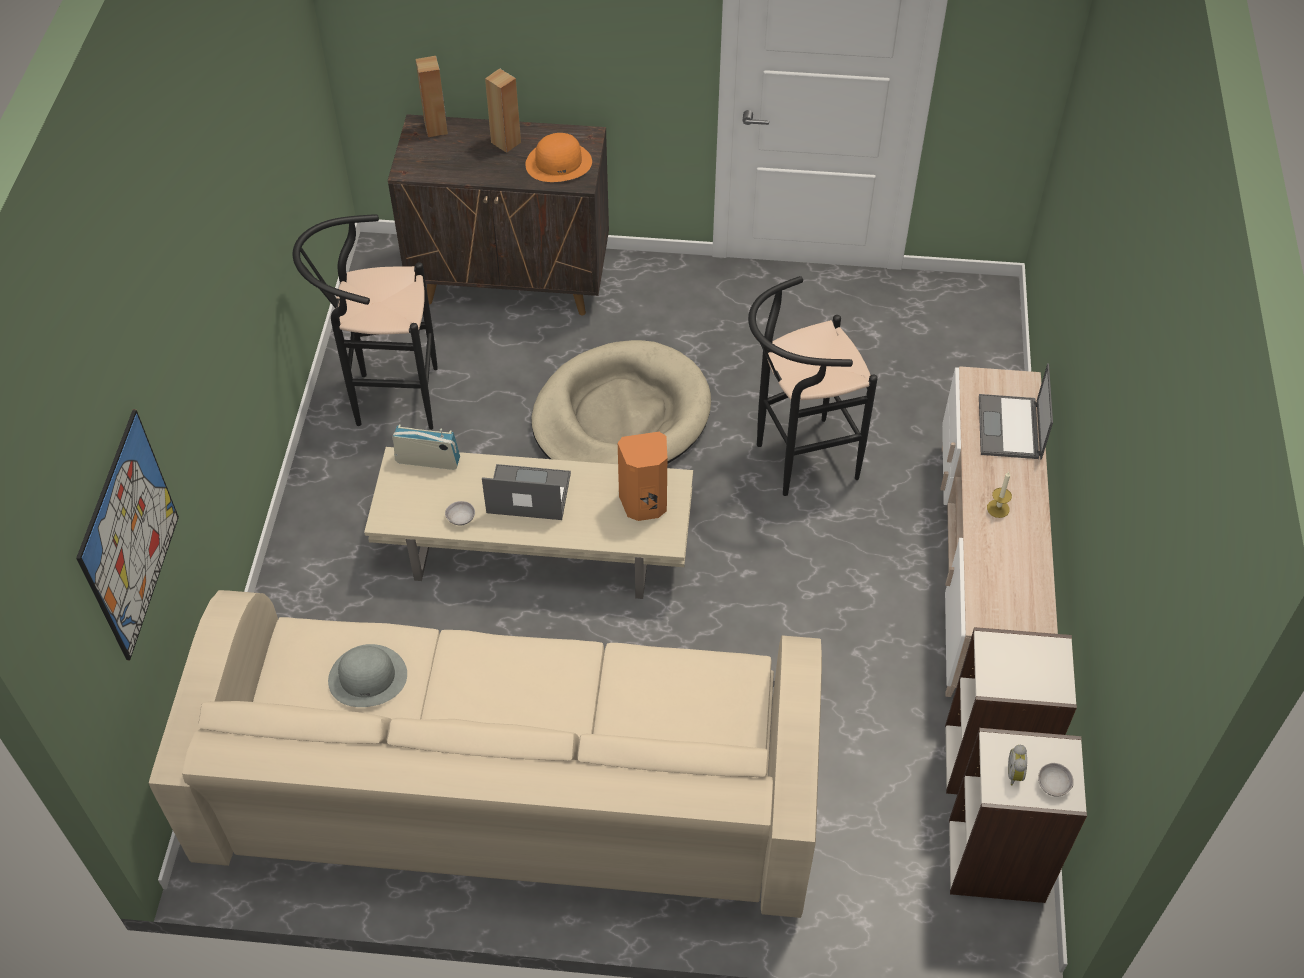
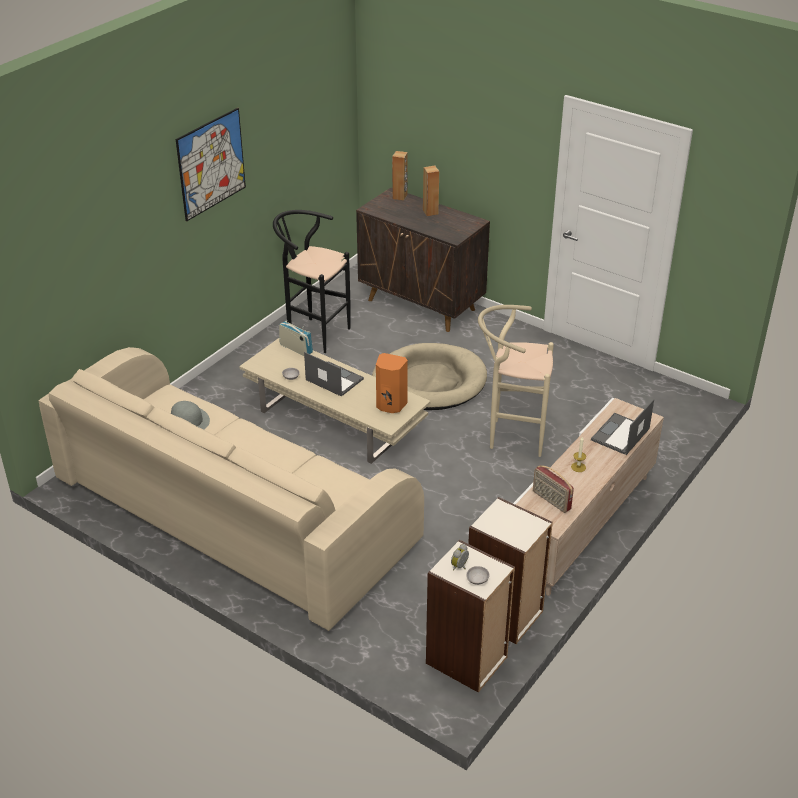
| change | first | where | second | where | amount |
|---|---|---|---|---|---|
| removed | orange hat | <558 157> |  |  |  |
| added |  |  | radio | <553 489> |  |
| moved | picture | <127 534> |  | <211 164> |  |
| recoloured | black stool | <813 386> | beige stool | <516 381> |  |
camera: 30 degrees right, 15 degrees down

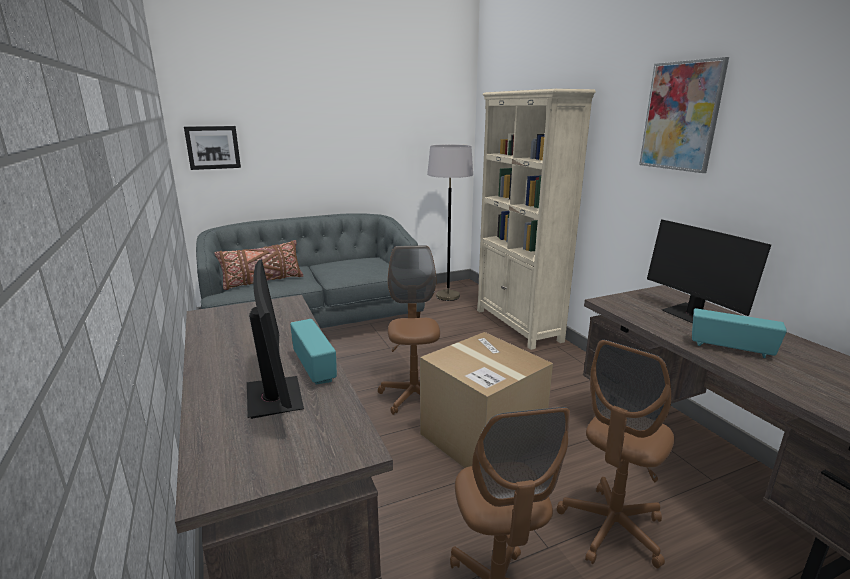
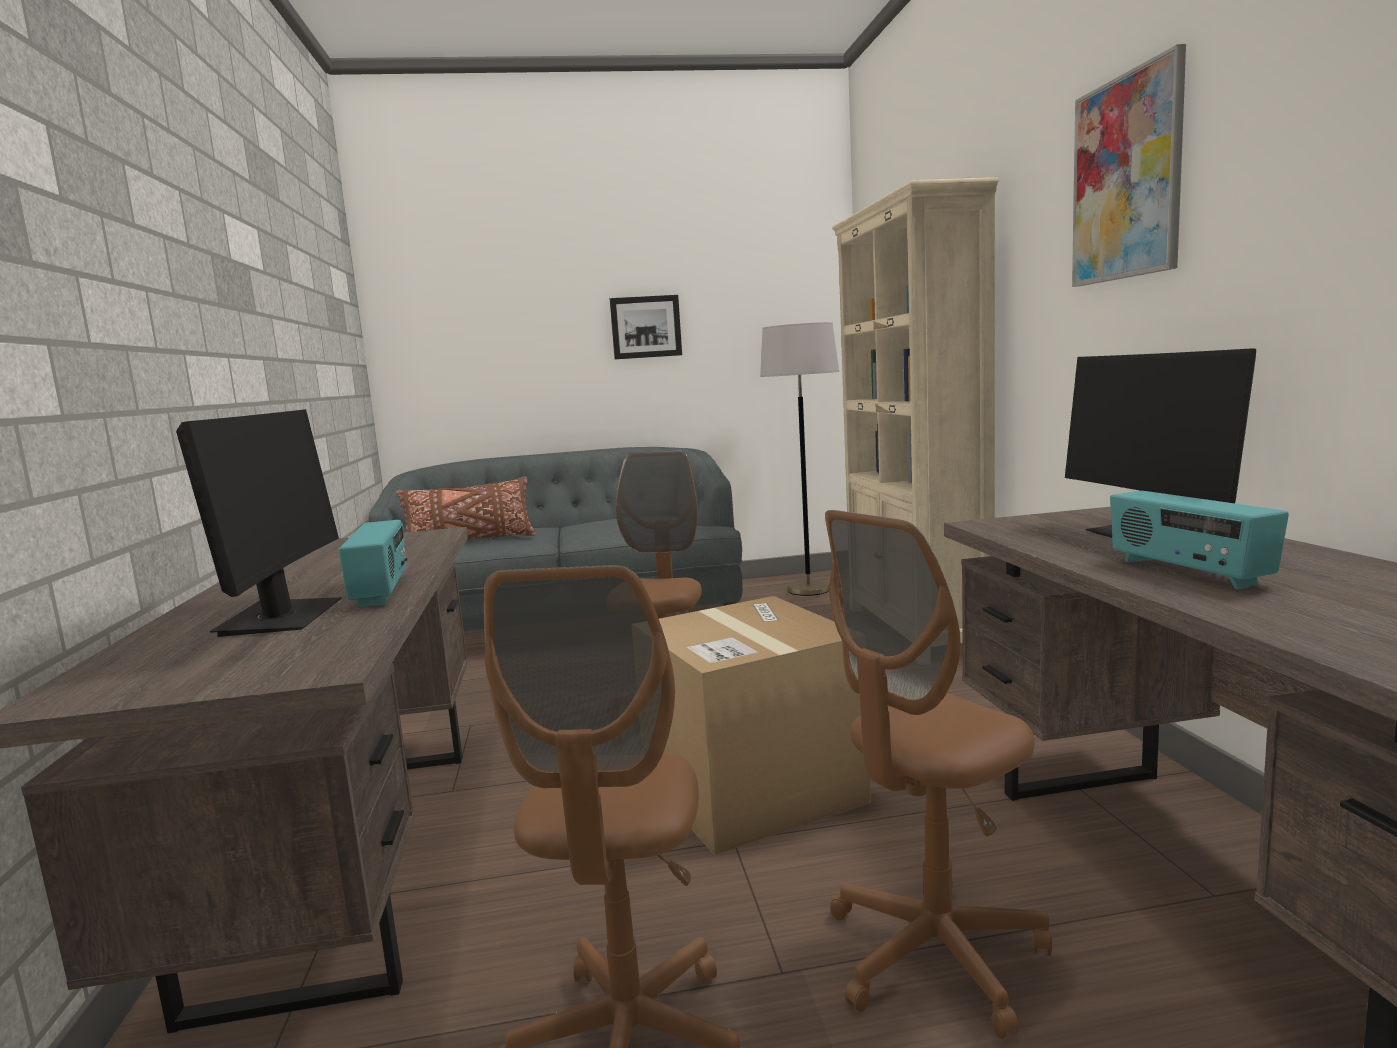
| change | first | where | second | where | amount |
|---|---|---|---|---|---|
| moved | picture | <212 148> |  | <646 327> |  |
| turned | radio | <739 333> |  | <1199 540> | 150 degrees counterclockwise |
camera: 15 degrees right, 10 degrees down

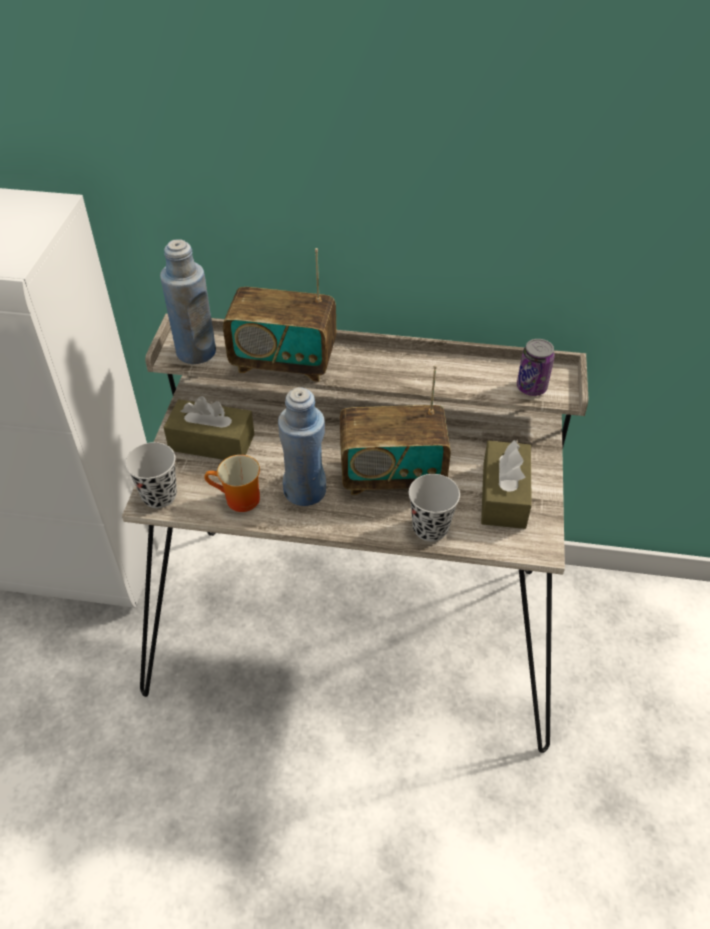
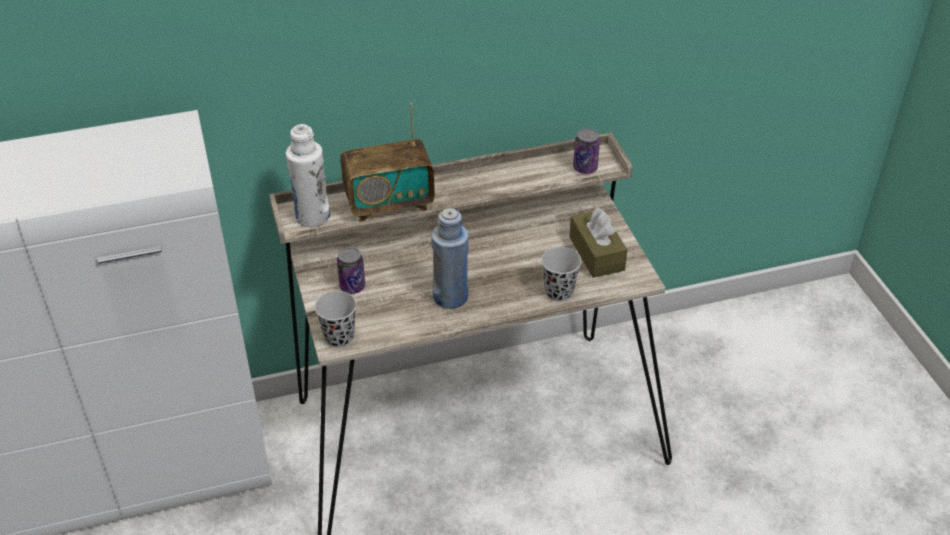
| change | first | where | second | where | amount |
|---|---|---|---|---|---|
| removed | mug | <232 483> |  |  |  |
| removed | radio | <395 430> |  |  |  |
| replaced | brown tissue box | <208 428> | can | <351 270> |  |
| recoloured | blue bottle | <188 301> | white bottle | <308 175> |  |
camera: 25 degrees left, 5 degrees down

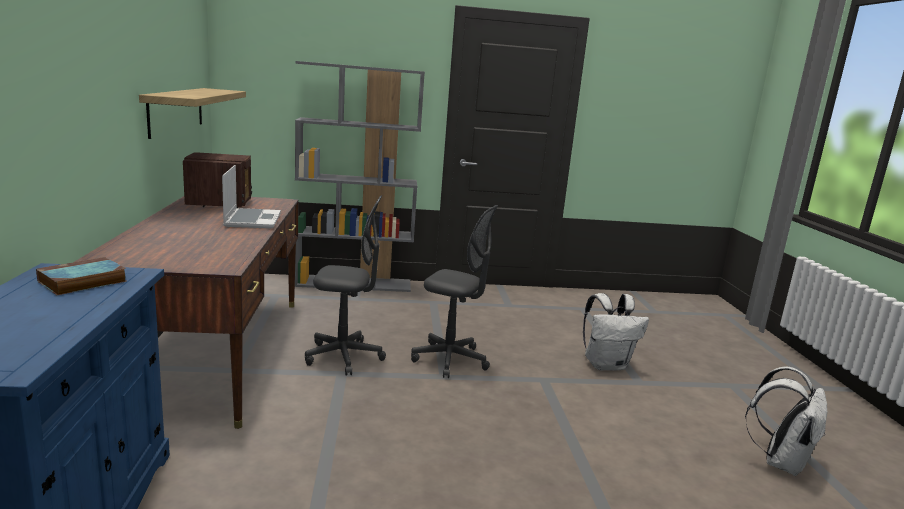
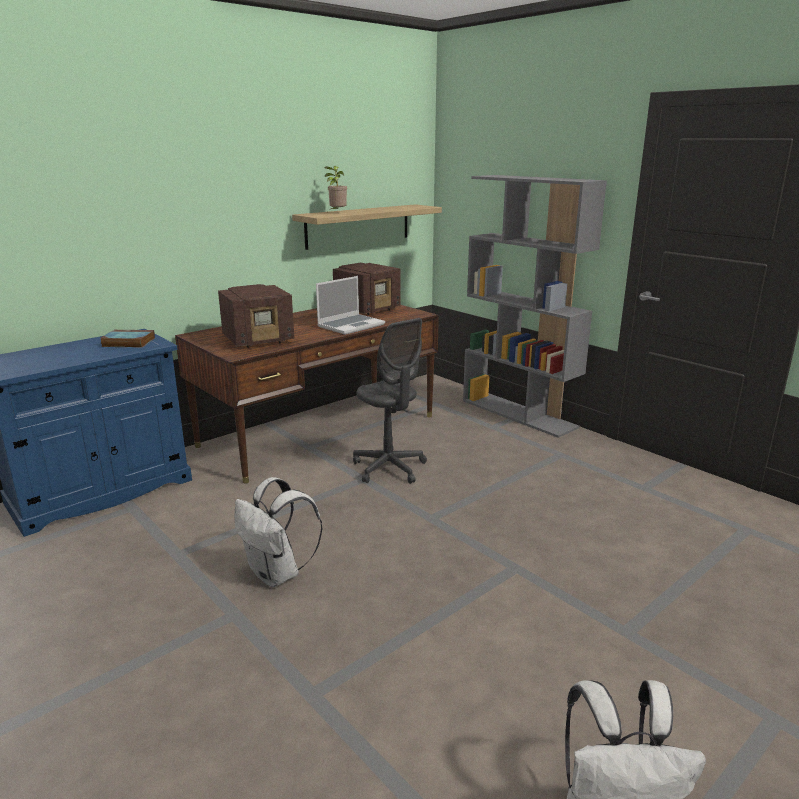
| change | first | where | second | where | amount |
|---|---|---|---|---|---|
| removed | grey office chair | <454 291> |  |  |  |
| added |  |  | radio | <256 316> |  |
| added |  |  | potted plant | <335 188> |  |
| moved | white backpack | <616 331> |  | <278 532> |  |
camera: 55 degrees right, 5 degrees up

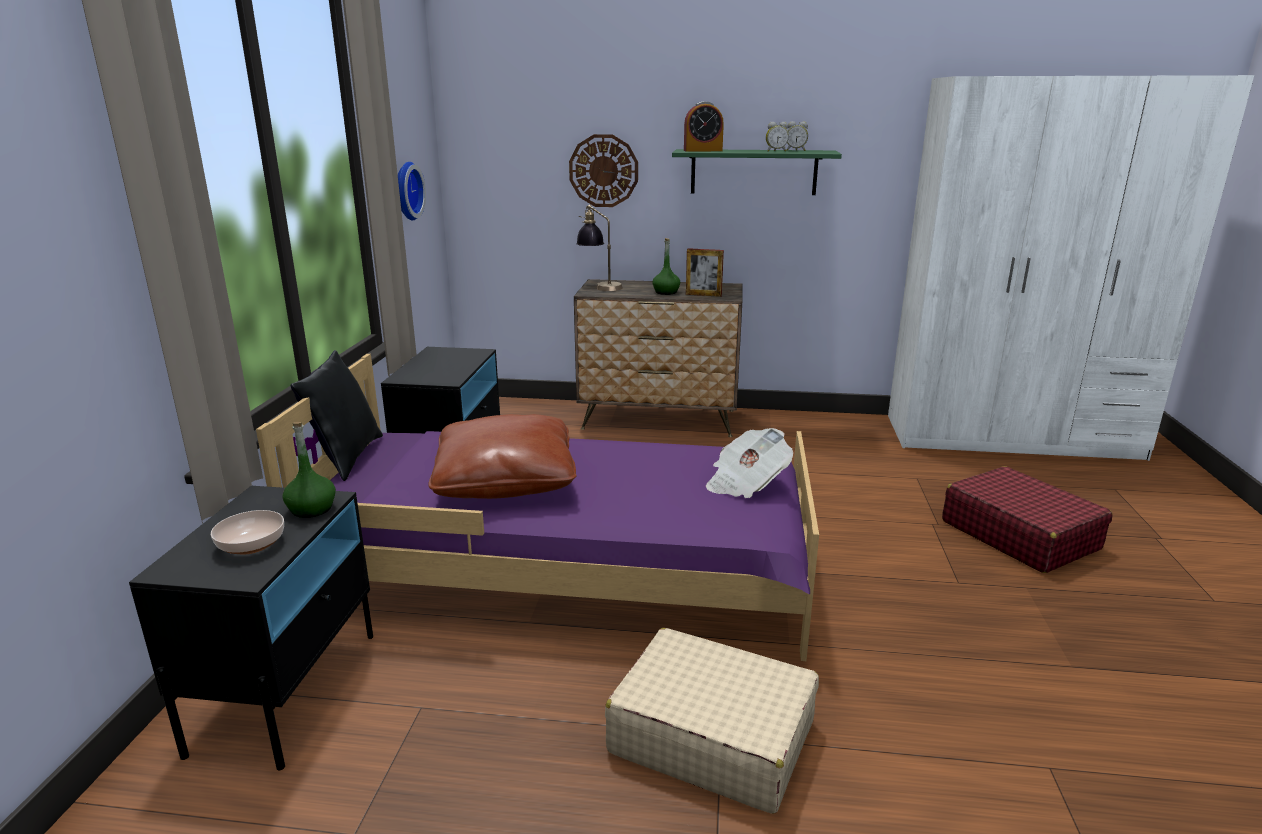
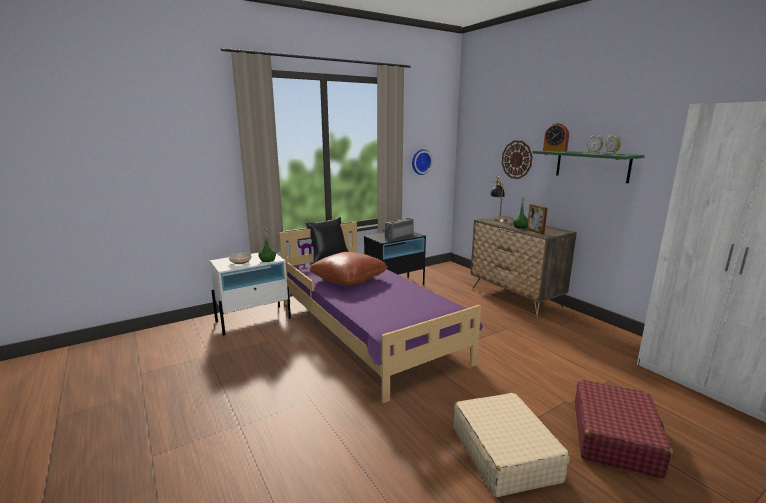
| change | first | where | second | where | amount |
|---|---|---|---|---|---|
| removed | newspaper | <749 463> |  |  |  |
| added |  |  | radio | <398 228> |  |
| moved | beige suitcase | <712 721> |  | <512 445> |  |
| recoloured | black nightstand | <251 628> | white nightstand | <250 294> |  |
camera: 50 degrees right, 5 degrees down

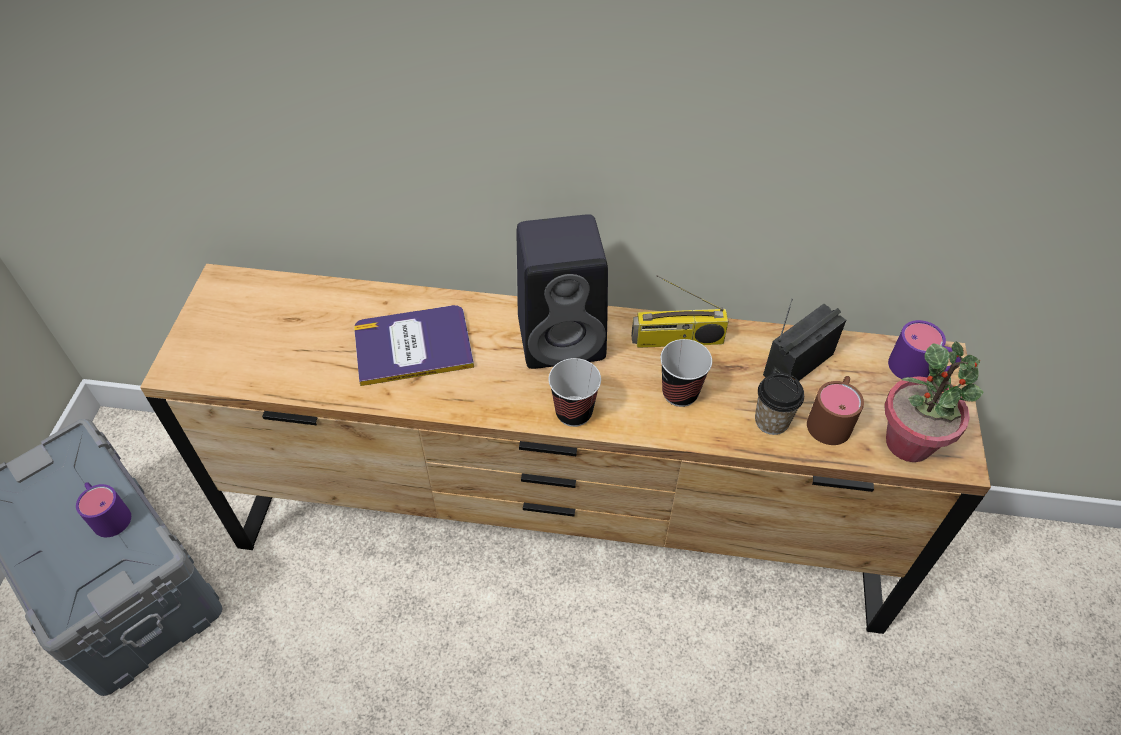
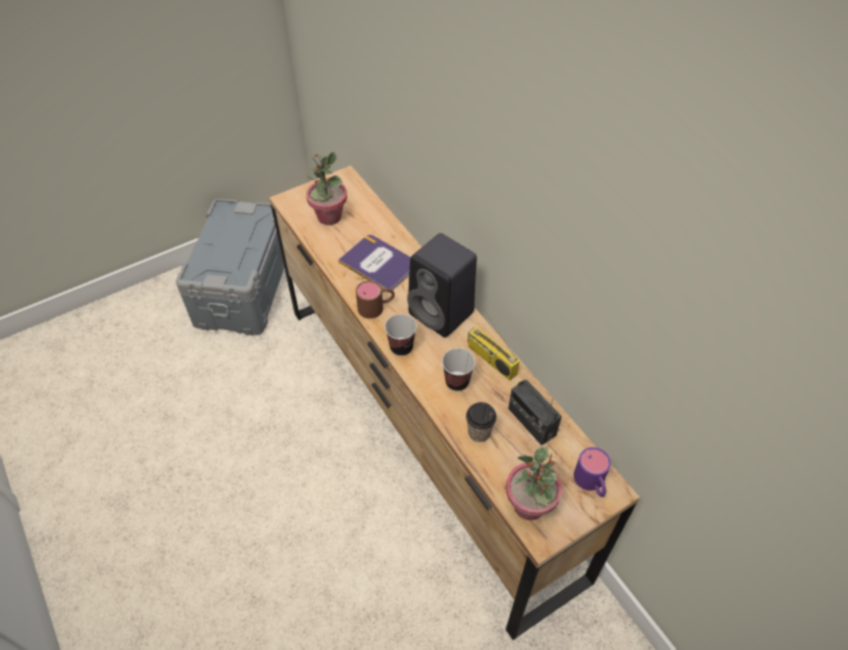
| change | first | where | second | where | amount |
|---|---|---|---|---|---|
| removed | purple mug | <103 509> |  |  |  |
| added |  |  | potted plant | <326 188> |  |
| moved | brown mug | <835 410> |  | <375 299> |  |
| turned | radio | <804 340> |  | <535 412> | 135 degrees counterclockwise |
camera: 50 degrees right, 0 degrees up

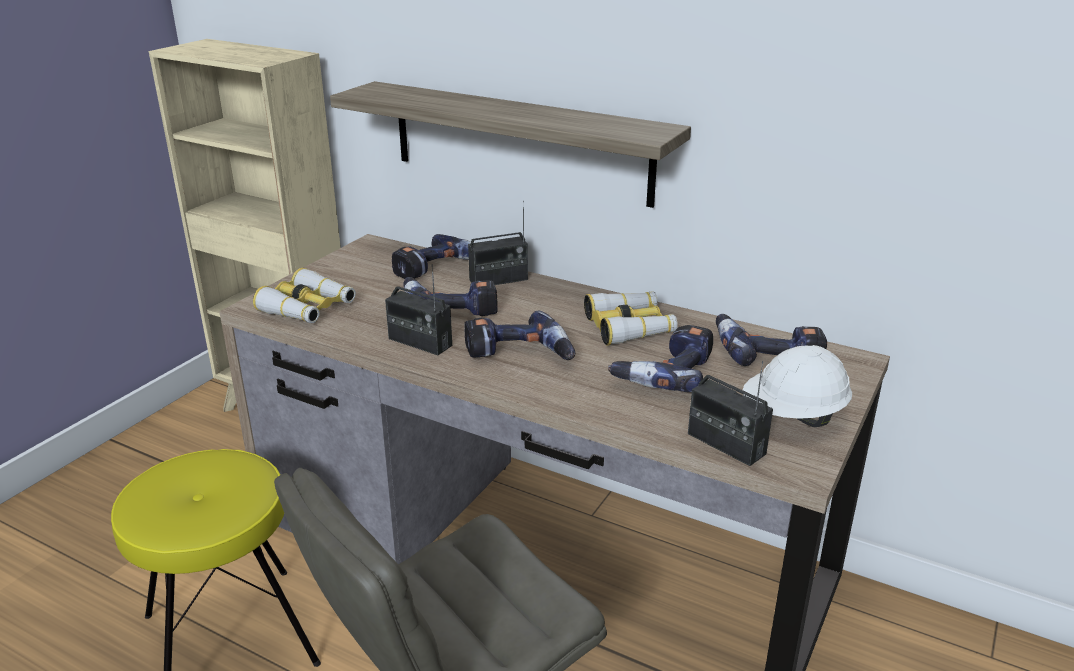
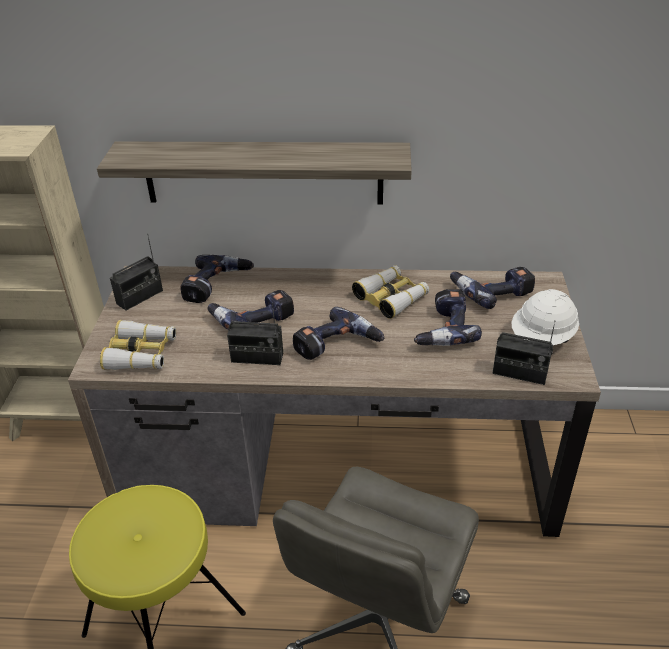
| change | first | where | second | where | amount |
|---|---|---|---|---|---|
| moved | radio | <498 243> |  | <136 272> |  |
camera: 25 degrees left, 10 degrees up

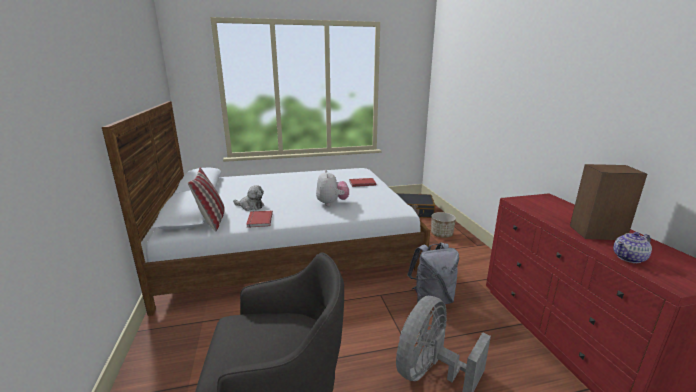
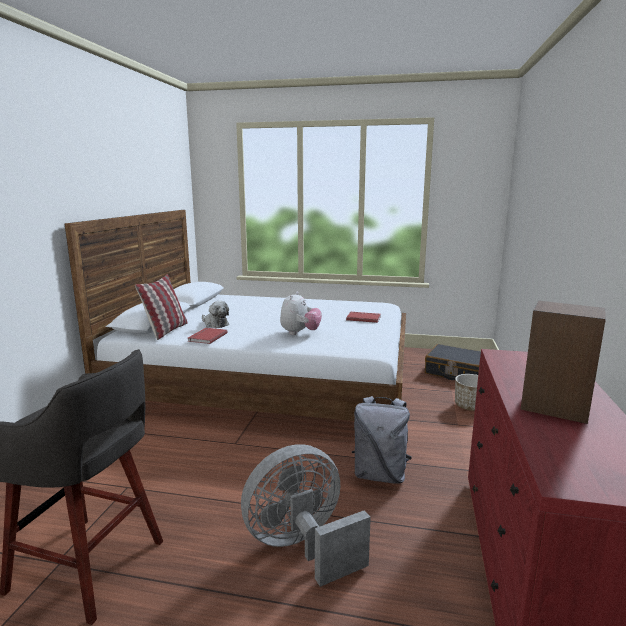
| change | first | where | second | where | amount |
|---|---|---|---|---|---|
| removed | teapot | <632 247> |  |  |  |
camera: 25 degrees right, 5 degrees down

